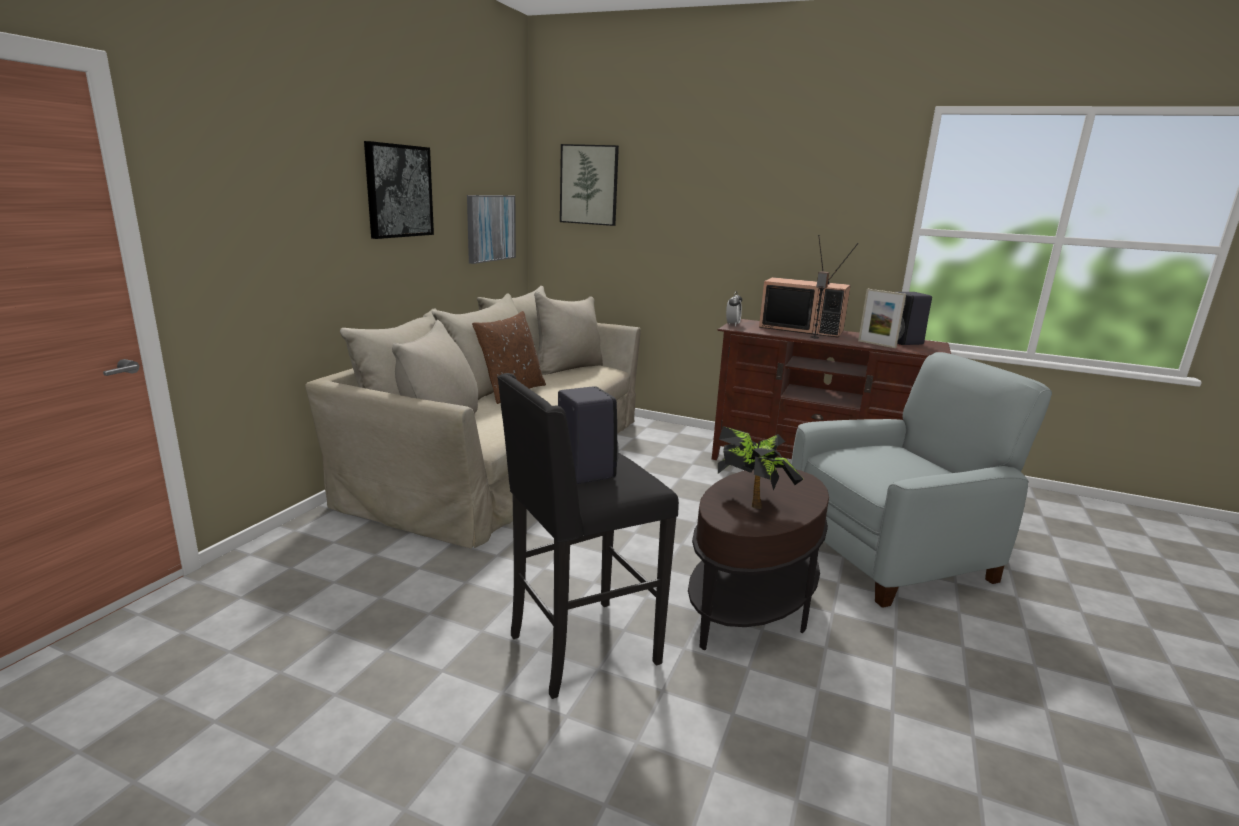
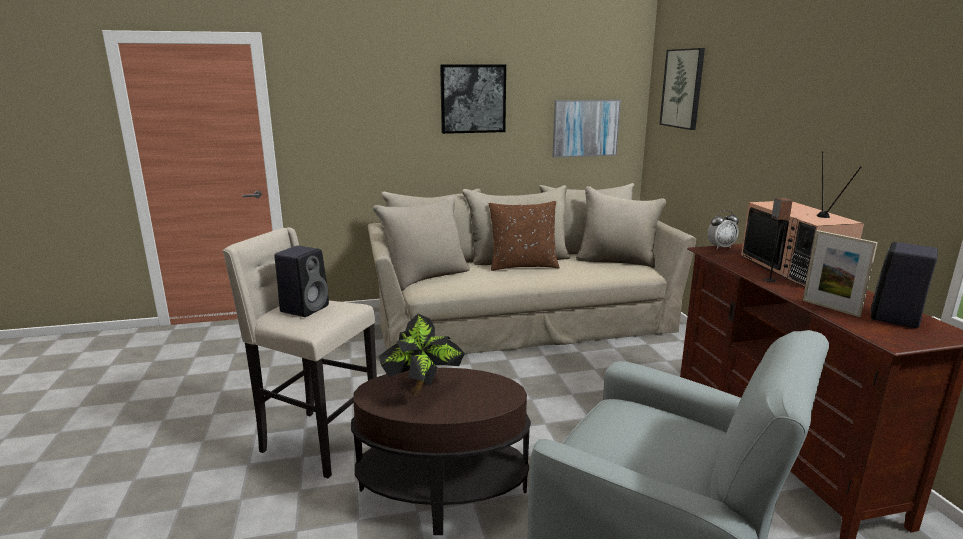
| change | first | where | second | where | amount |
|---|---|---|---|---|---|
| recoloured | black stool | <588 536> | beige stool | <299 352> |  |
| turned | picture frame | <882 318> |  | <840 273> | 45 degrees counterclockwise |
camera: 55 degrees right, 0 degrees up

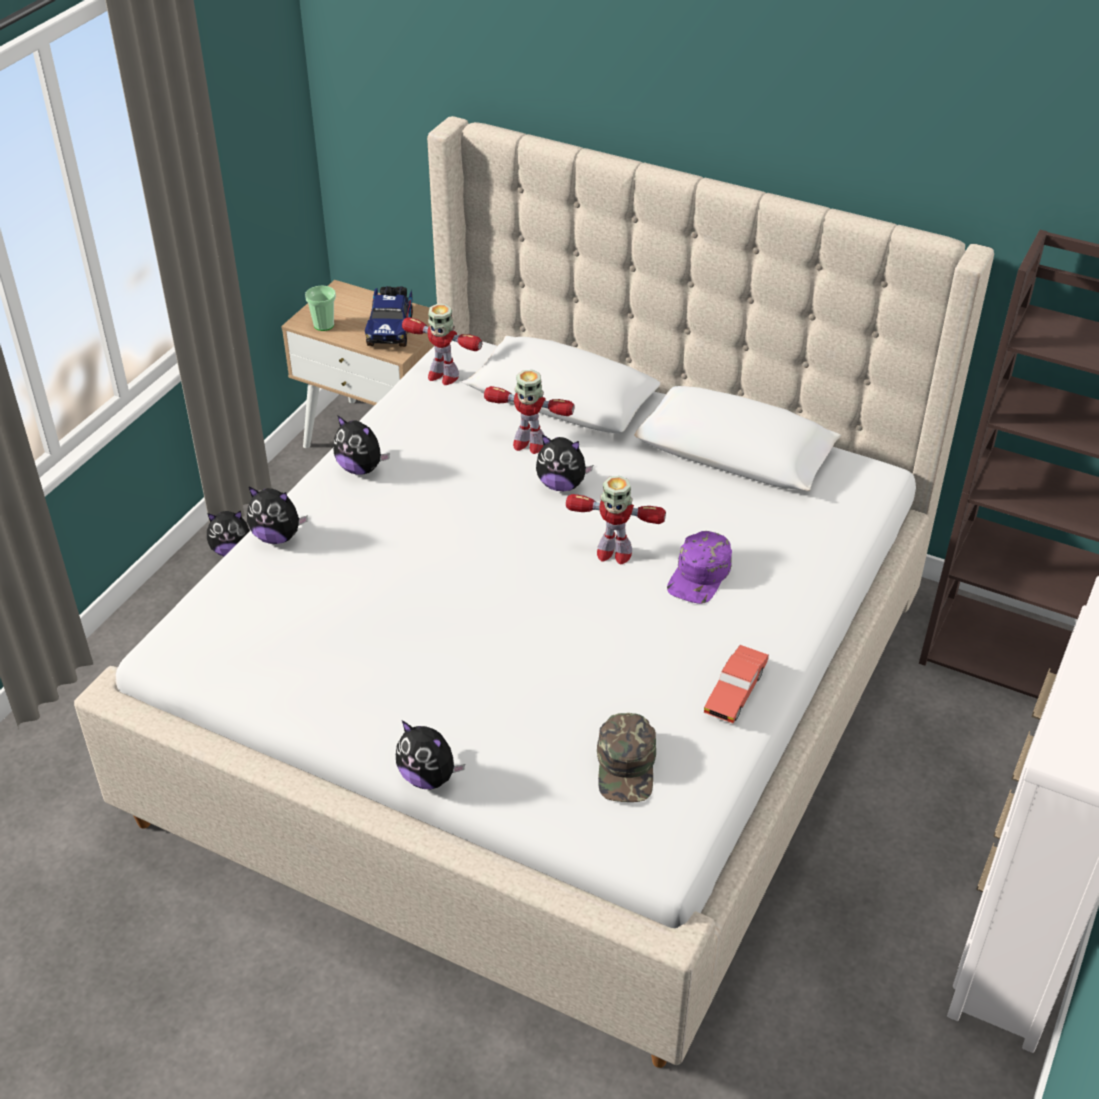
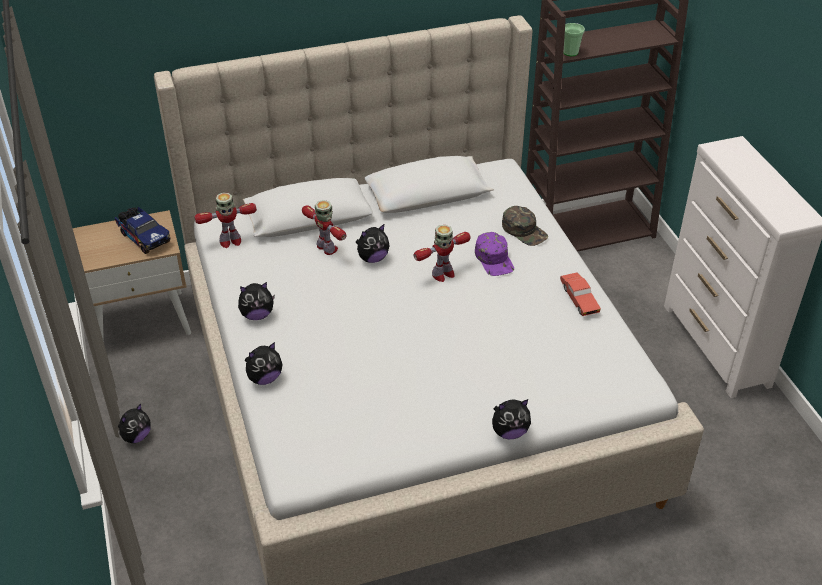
| change | first | where | second | where | amount |
|---|---|---|---|---|---|
| moved | cup | <320 308> |  | <574 39> |  |
| moved | green cap | <626 757> |  | <525 226> |  |
| turned | toy robot | <529 412> |  | <324 227> | 105 degrees counterclockwise |
camera: 45 degrees left, 0 degrees up

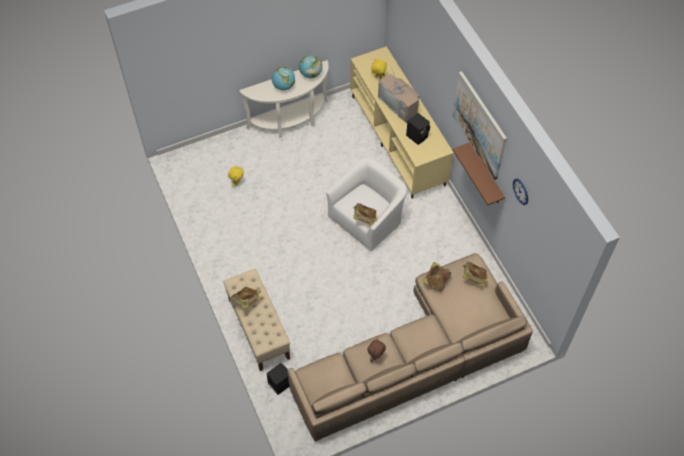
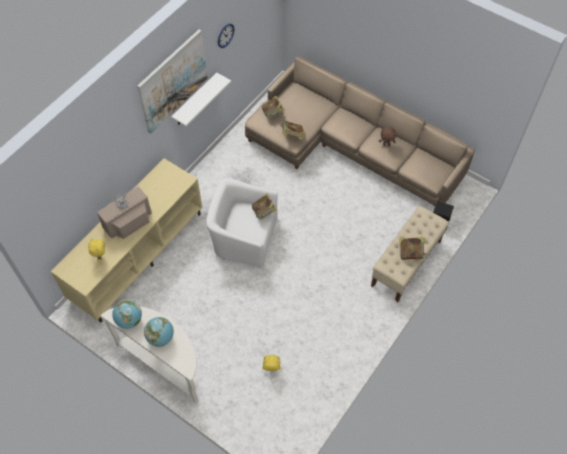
| change | first | where | second | where | amount |
|---|---|---|---|---|---|
| removed | black speaker | <418 129> |  |  |  |
| recoloured | brown shelf | <479 173> | white shelf | <201 99> |  |
| turned | television | <398 96> |  | <124 210> | 150 degrees counterclockwise |
camera: 120 degrees left, 0 degrees up

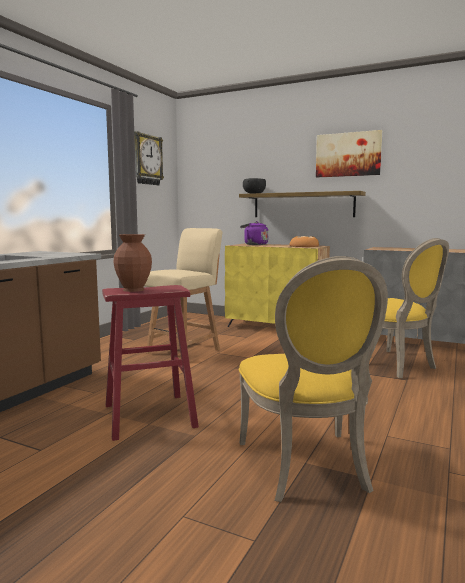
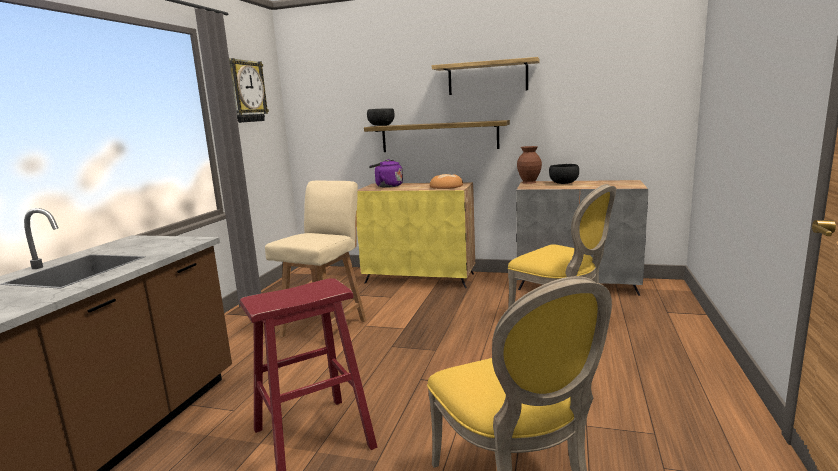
| change | first | where | second | where | amount |
|---|---|---|---|---|---|
| added |  |  | black bowl | <564 174> |  |
| moved | brown vase | <132 263> |  | <529 165> |  |
| replaced | picture | <349 153> | shelf | <486 76> |  |
camera: 10 degrees left, 5 degrees up

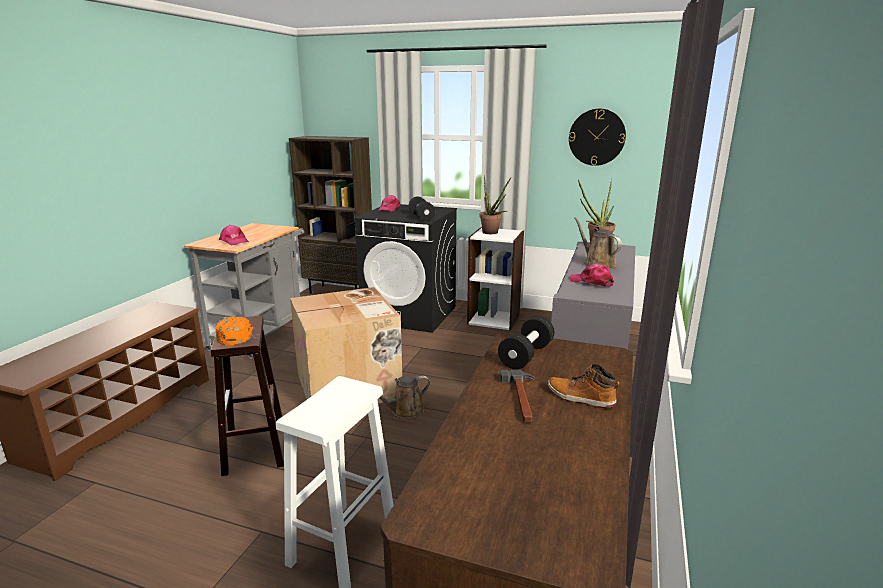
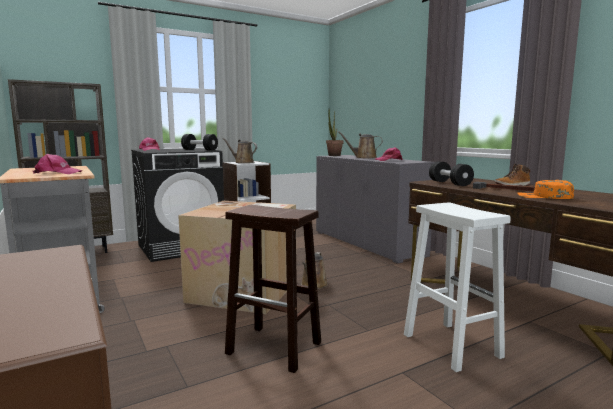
| change | first | where | second | where | amount |
|---|---|---|---|---|---|
| removed | wall clock | <597 137> |  |  |  |
| moved | orange cap | <234 330> |  | <545 189> |  |
| replaced | potted plant | <495 204> | brown watering can | <239 150> |  |
camera: 50 degrees left, 10 degrees down

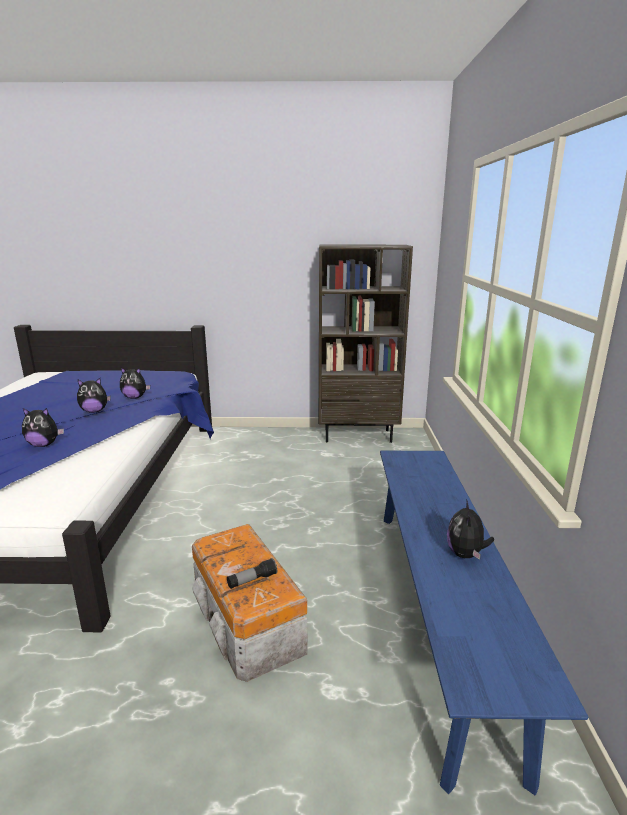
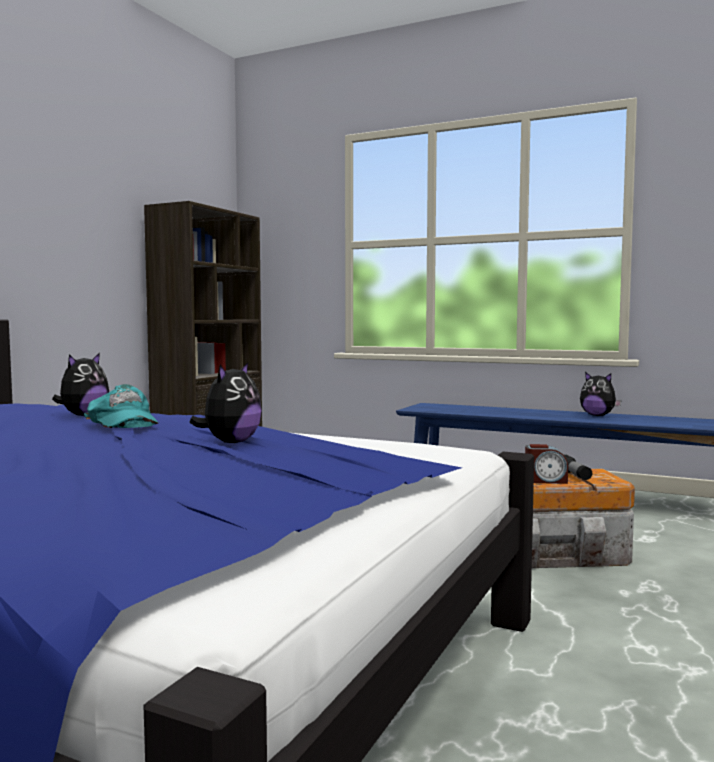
| change | first | where | second | where | amount |
|---|---|---|---|---|---|
| added |  |  | alarm clock | <546 464> |  |
| replaced | plush toy | <94 395> | turquoise cap | <121 406> |  |
camera: 65 degrees left, 15 degrees down

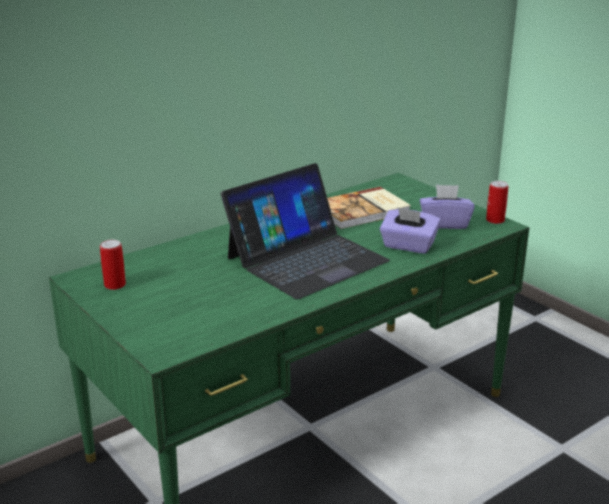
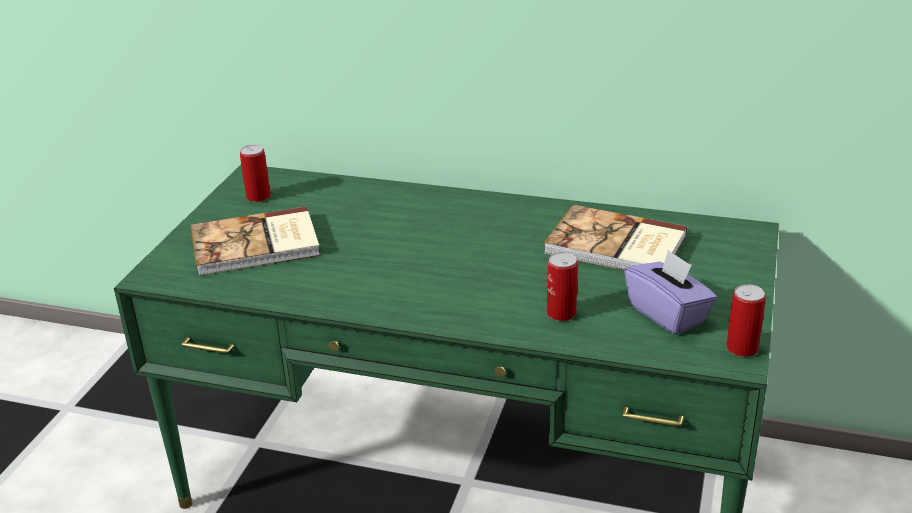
| change | first | where | second | where | amount |
|---|---|---|---|---|---|
| removed | laptop | <305 231> |  |  |  |
| added |  |  | book | <255 241> |  |
| replaced | purple tissue box | <410 231> | can | <562 286> |  |
camera: 55 degrees right, 5 degrees up

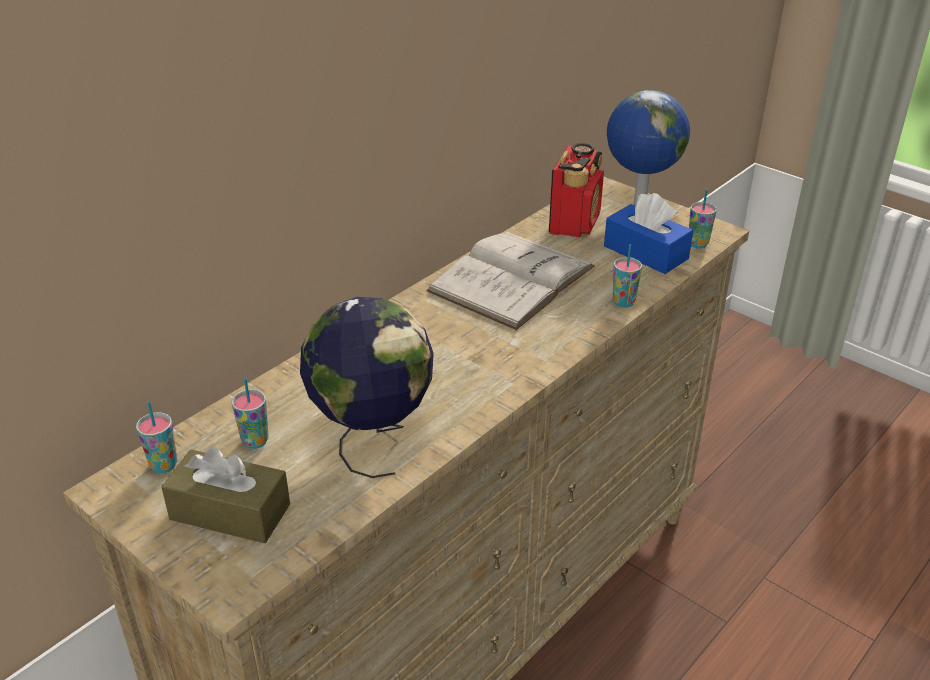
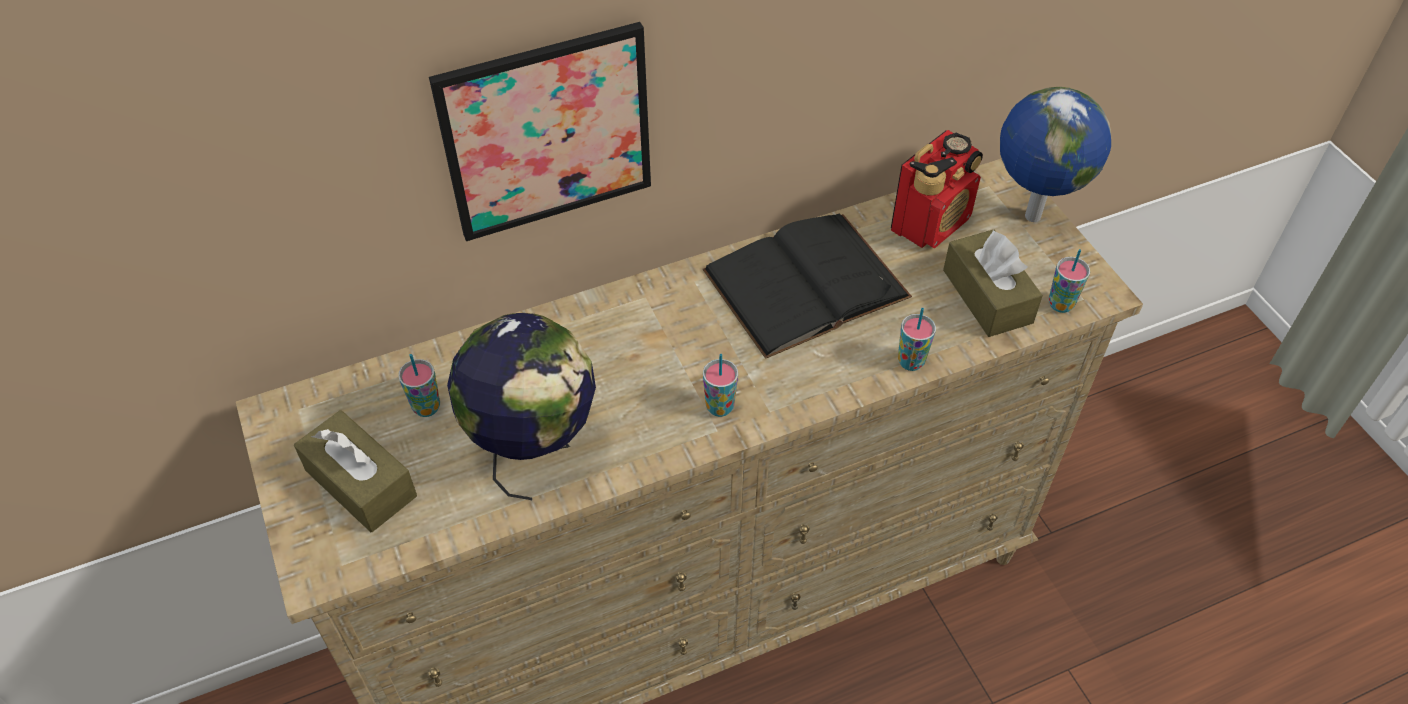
| change | first | where | second | where | amount |
|---|---|---|---|---|---|
| added |  |  | picture | <540 131> |  |
| moved | cup | <156 437> |  | <720 385> |  |
| recoloured | white book | <510 281> | black book | <807 286> |  |
| recoloured | blue tissue box | <648 233> | brown tissue box | <993 283> |  |
camera: 25 degrees right, 15 degrees up

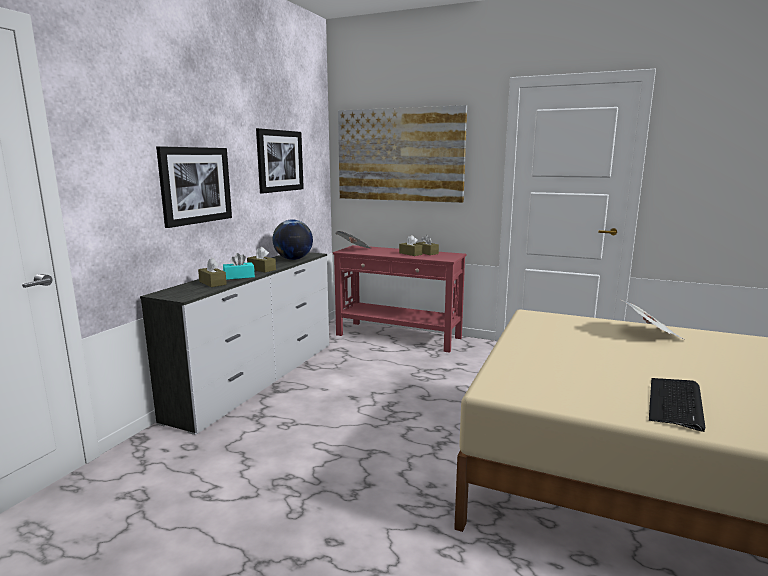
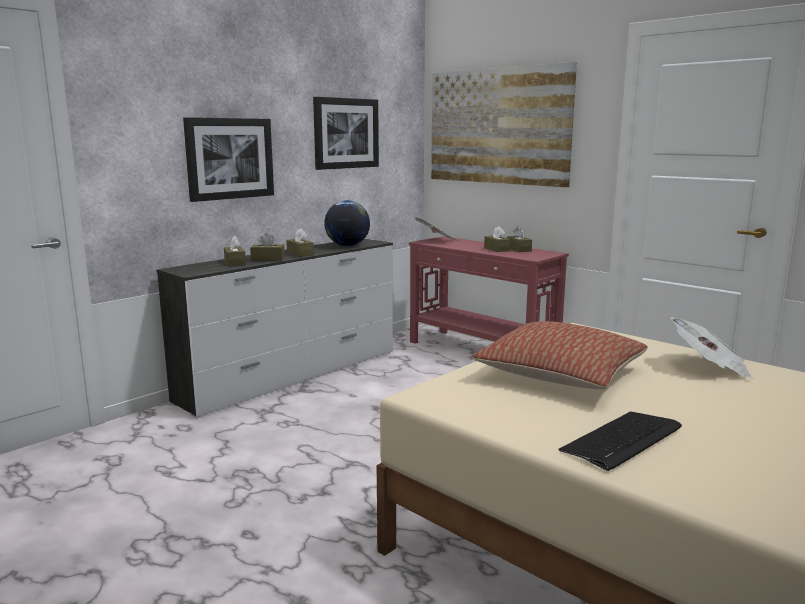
| change | first | where | second | where | amount |
|---|---|---|---|---|---|
| added |  |  | pillow | <560 355> |  |
| recoloured | turquoise tissue box | <239 266> | brown tissue box | <267 247> |  |
camera: 20 degrees right, 0 degrees up

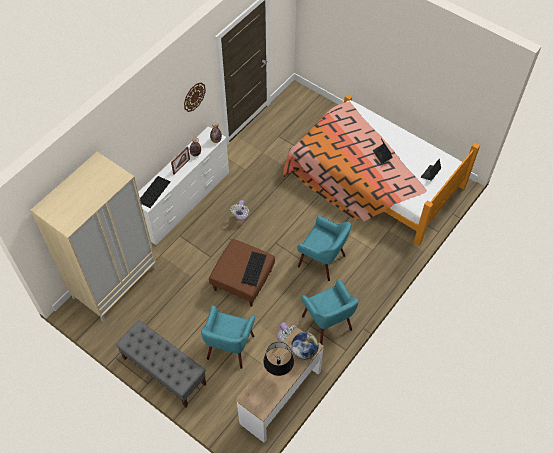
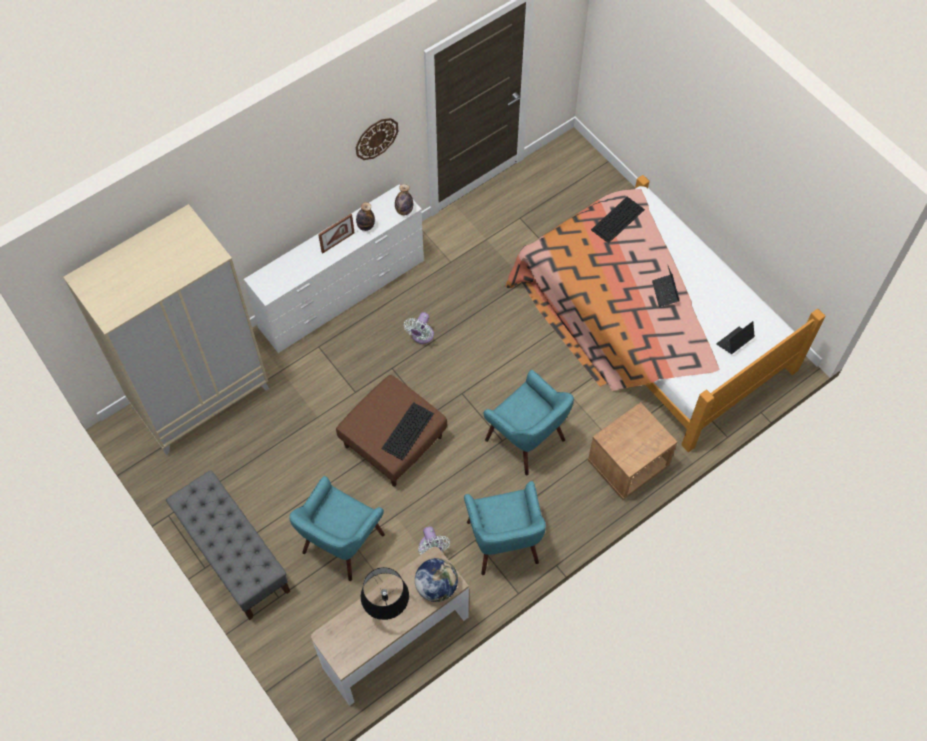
| change | first | where | second | where | amount |
|---|---|---|---|---|---|
| added |  |  | brown nightstand | <632 451> |  |
| moved | keyboard | <155 192> |  | <618 220> |  |
camera: 15 degrees right, 5 degrees up

